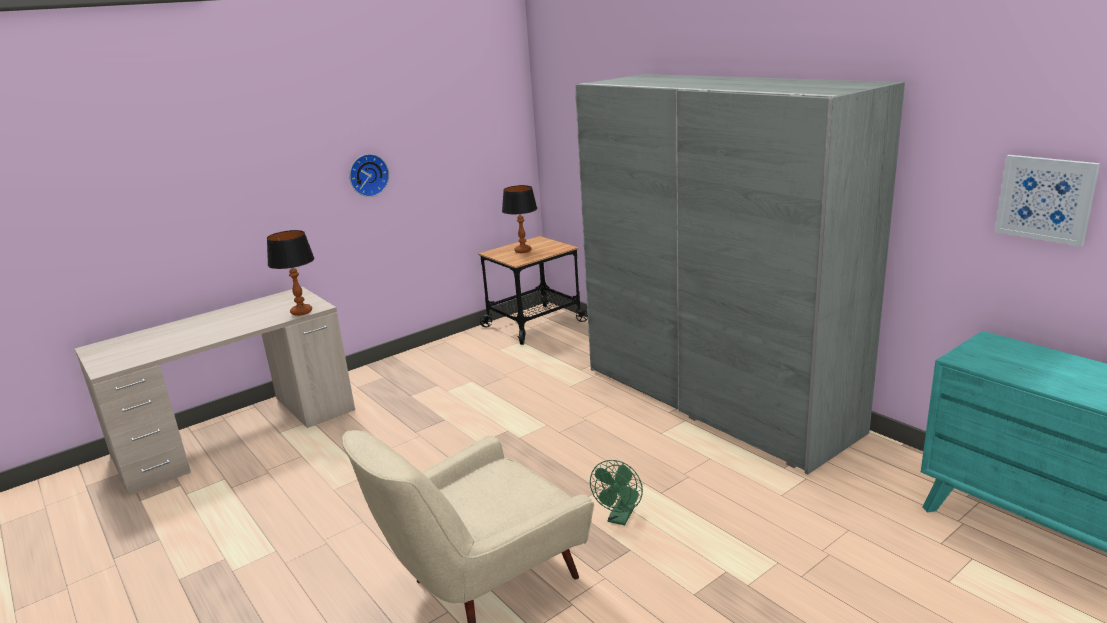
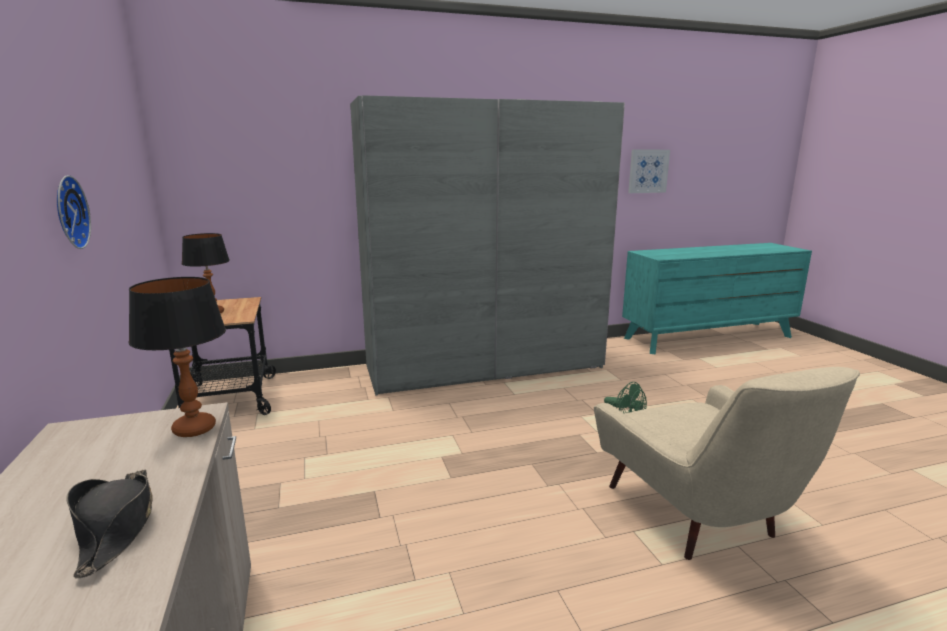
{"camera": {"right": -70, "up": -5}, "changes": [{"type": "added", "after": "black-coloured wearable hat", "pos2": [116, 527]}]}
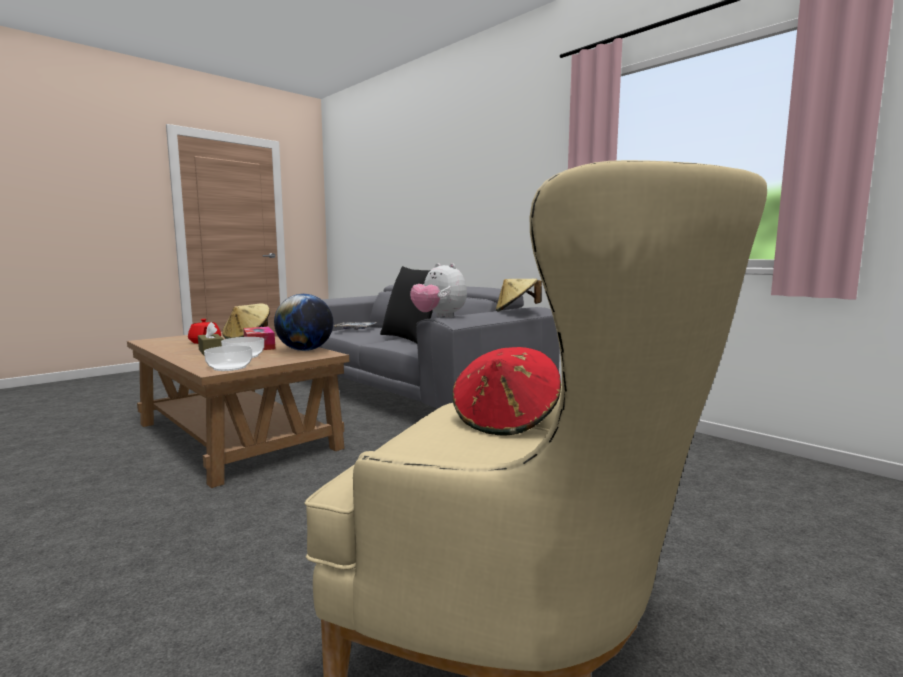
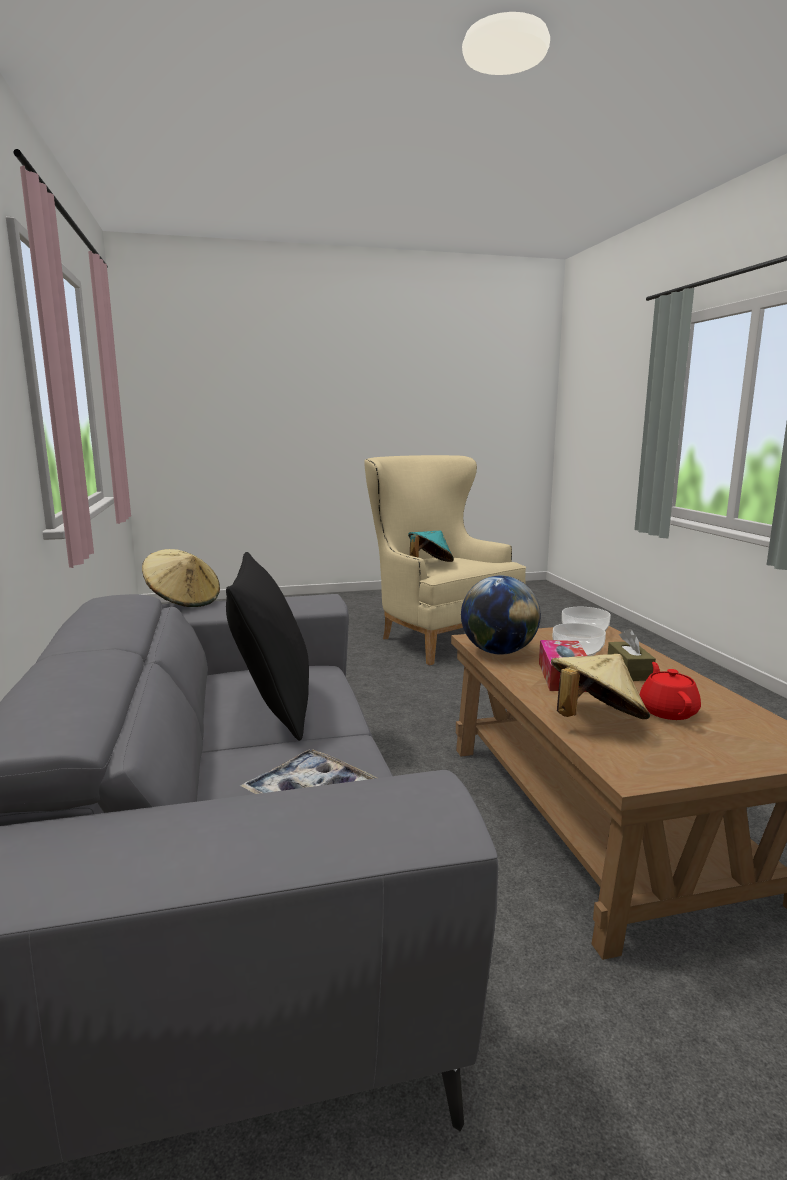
{"camera": {"right": -150, "up": 5}, "changes": [{"type": "removed", "before": "plush toy", "pos1": [439, 317]}, {"type": "recoloured", "before": "reddish wearable hat", "after": "turquoise-coloured wearable hat", "pos1": [505, 421], "pos2": [430, 563]}]}
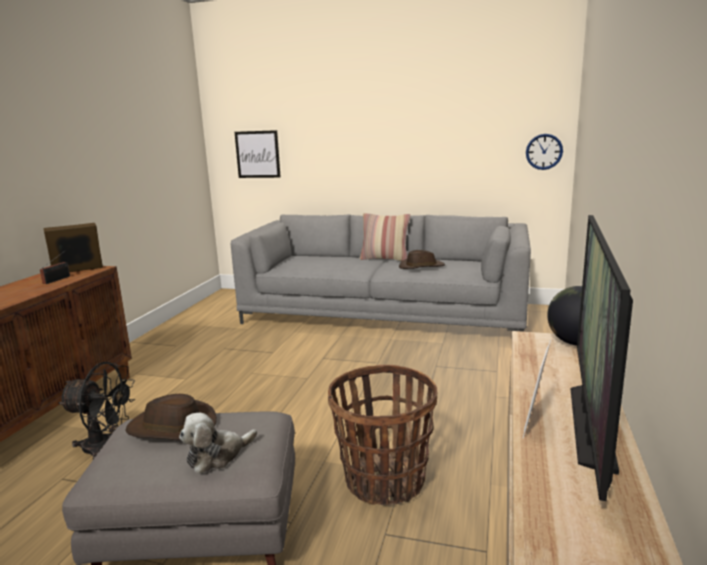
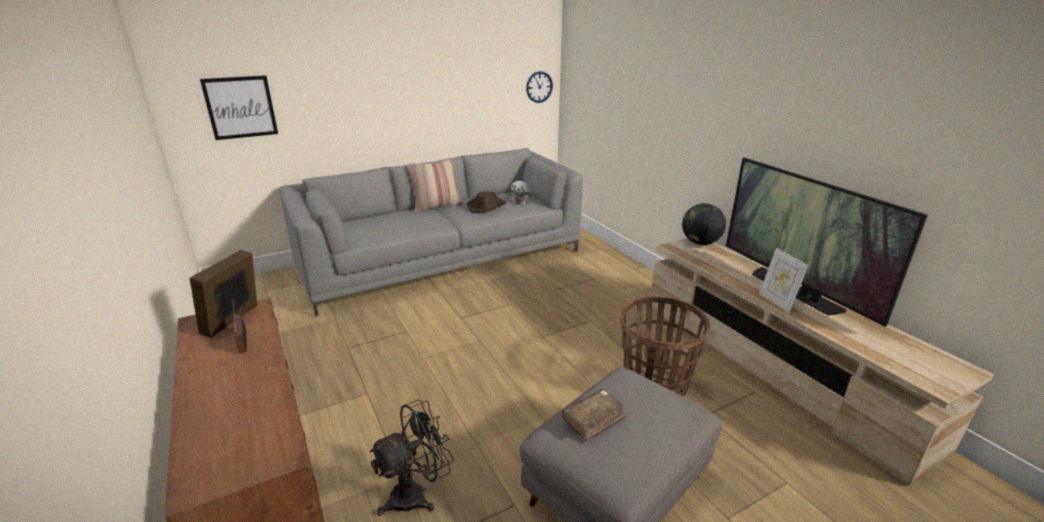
{"camera": {"right": -45, "up": 10}, "changes": [{"type": "moved", "before": "plush toy", "pos1": [217, 456], "pos2": [520, 200]}, {"type": "replaced", "before": "brown-coloured wearable hat", "after": "brown-coloured bound book", "pos1": [172, 427], "pos2": [593, 419]}]}
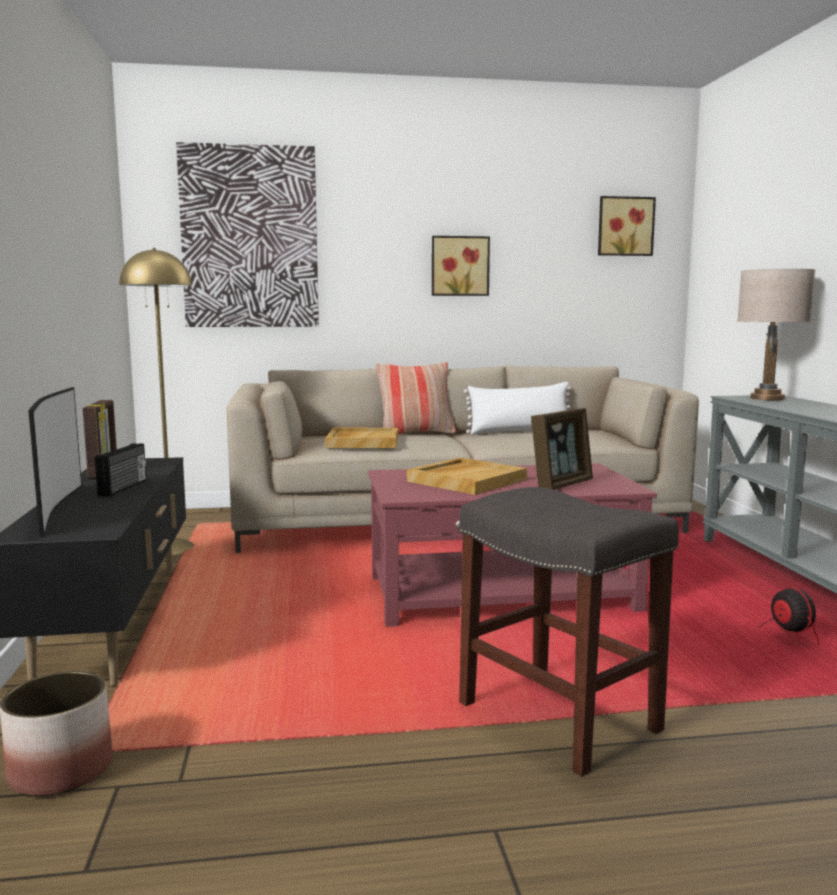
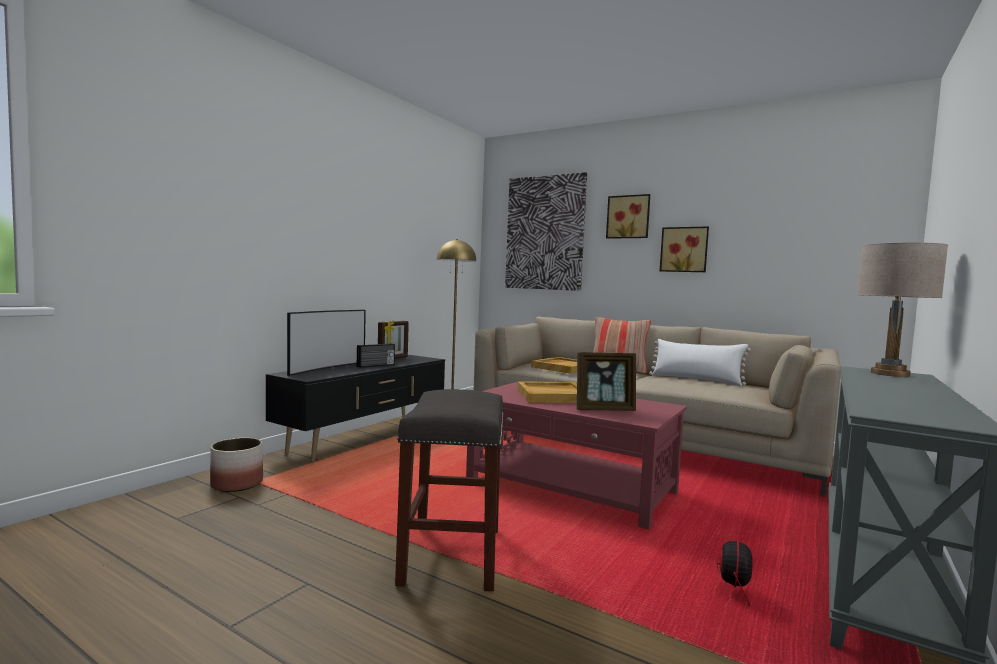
{"camera": {"right": 40, "up": -5}, "changes": [{"type": "moved", "before": "picture", "pos1": [625, 226], "pos2": [628, 217]}]}
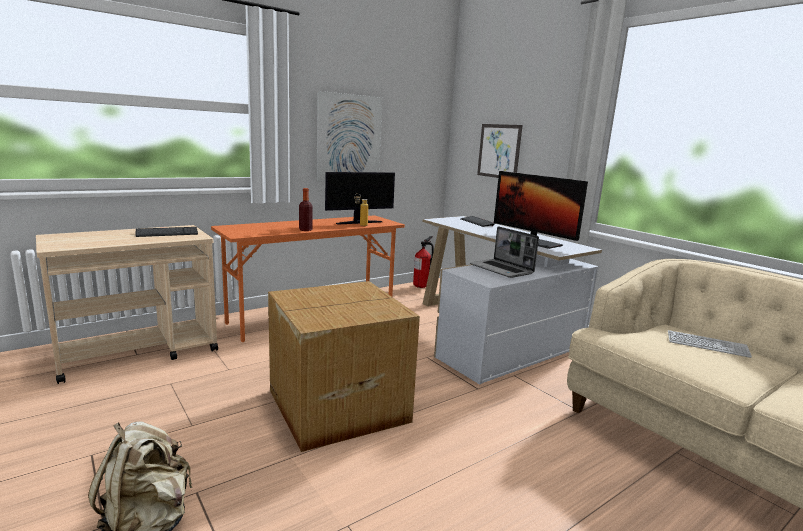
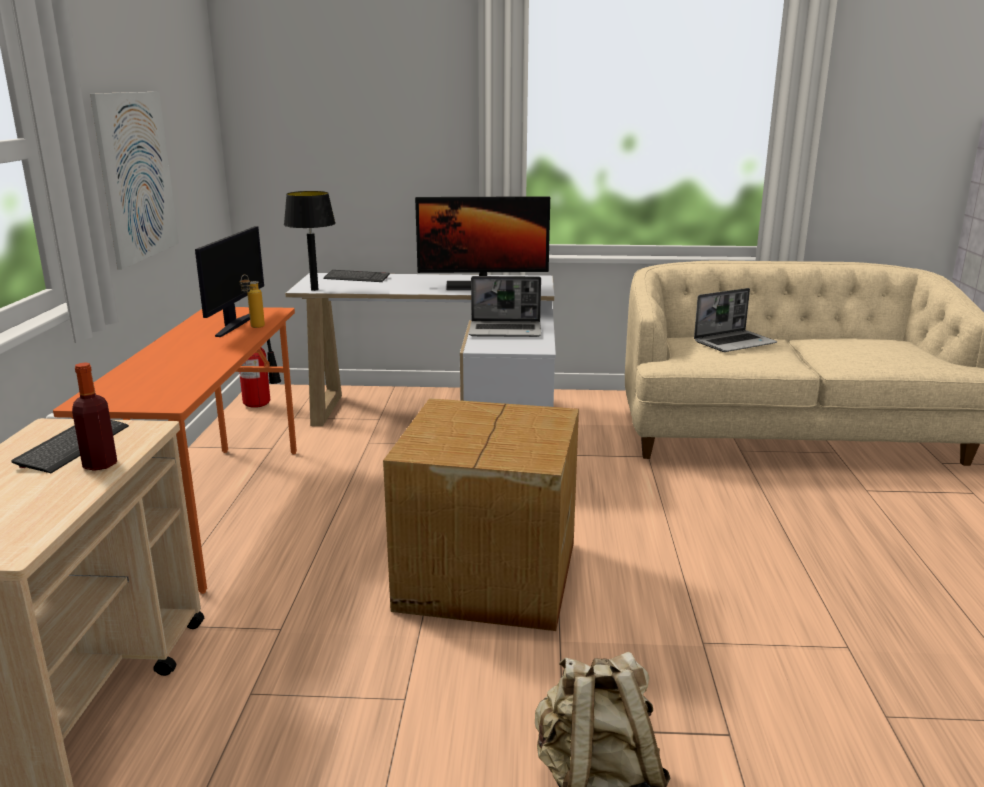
{"camera": {"right": -50, "up": 5}, "changes": [{"type": "removed", "before": "picture", "pos1": [499, 151]}, {"type": "added", "after": "black-coloured lamp for a table", "pos2": [314, 289]}, {"type": "moved", "before": "bottle", "pos1": [305, 230], "pos2": [100, 464]}, {"type": "replaced", "before": "PC keyboard", "after": "laptop", "pos1": [707, 345], "pos2": [735, 343]}]}
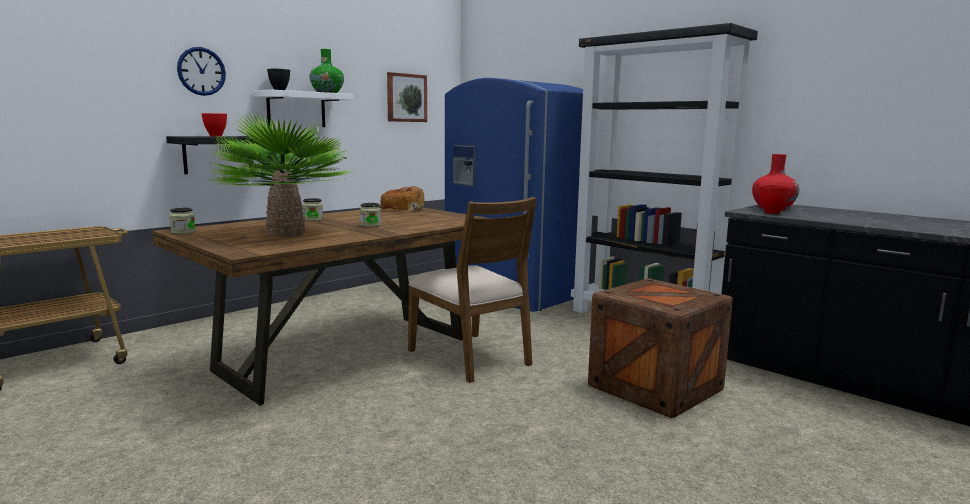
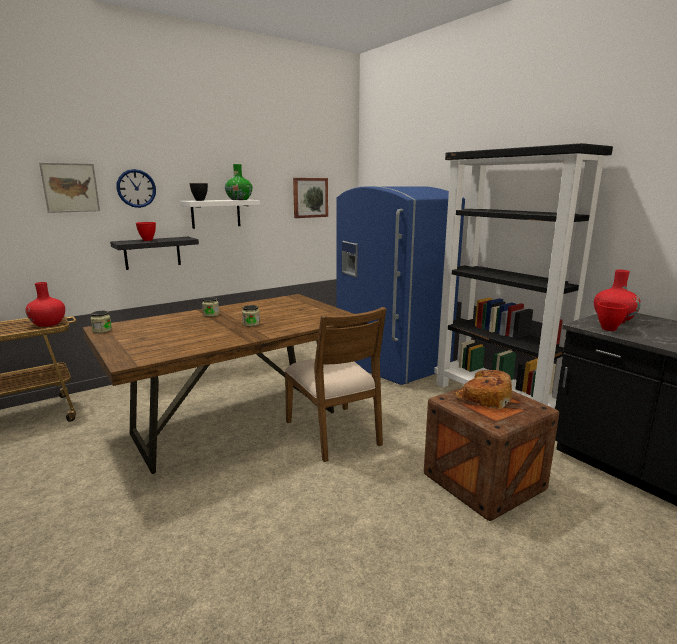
{"camera": {"right": 10, "up": 5}, "changes": [{"type": "removed", "before": "houseplant", "pos1": [285, 234]}, {"type": "added", "after": "reddish vase", "pos2": [48, 324]}, {"type": "added", "after": "picture", "pos2": [70, 187]}, {"type": "moved", "before": "bread", "pos1": [401, 209], "pos2": [483, 397]}]}
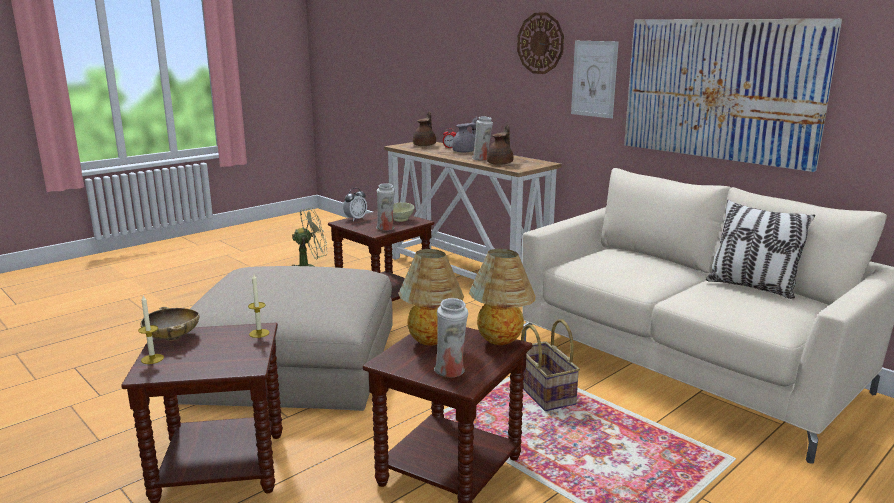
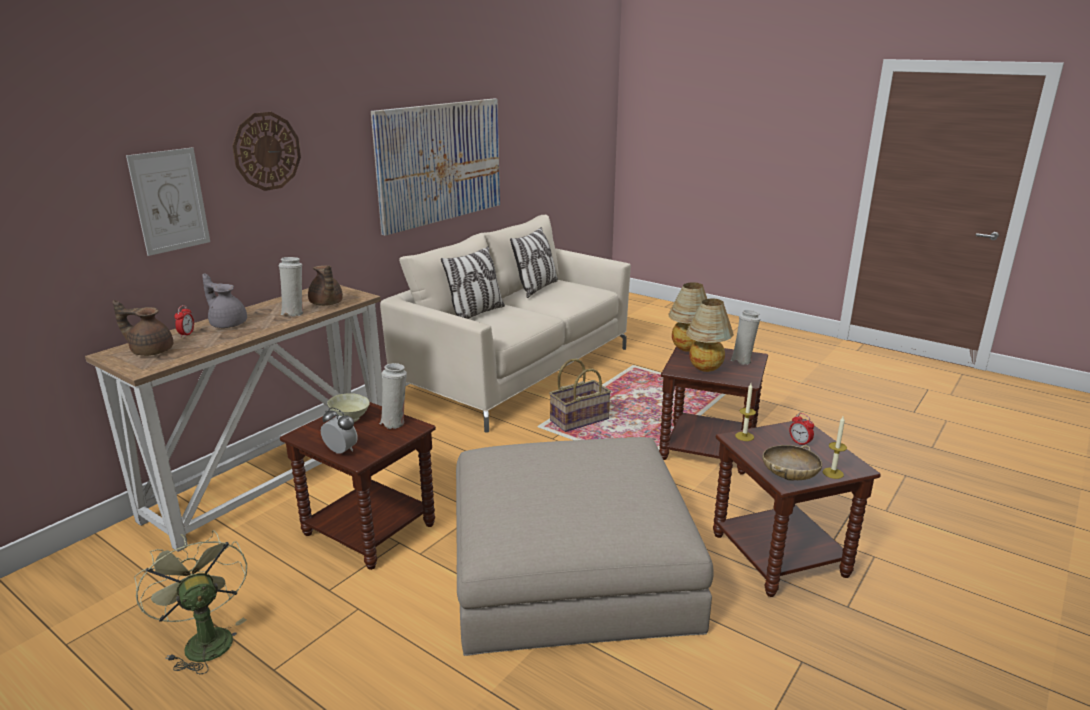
{"camera": {"right": -100, "up": 5}, "changes": [{"type": "added", "after": "pillow", "pos2": [476, 313]}, {"type": "added", "after": "alarm clock", "pos2": [800, 443]}, {"type": "moved", "before": "picture", "pos1": [594, 79], "pos2": [170, 201]}, {"type": "turned", "before": "brown-coloured tea pot", "pos1": [500, 163], "pos2": [326, 304], "turn": -135}]}
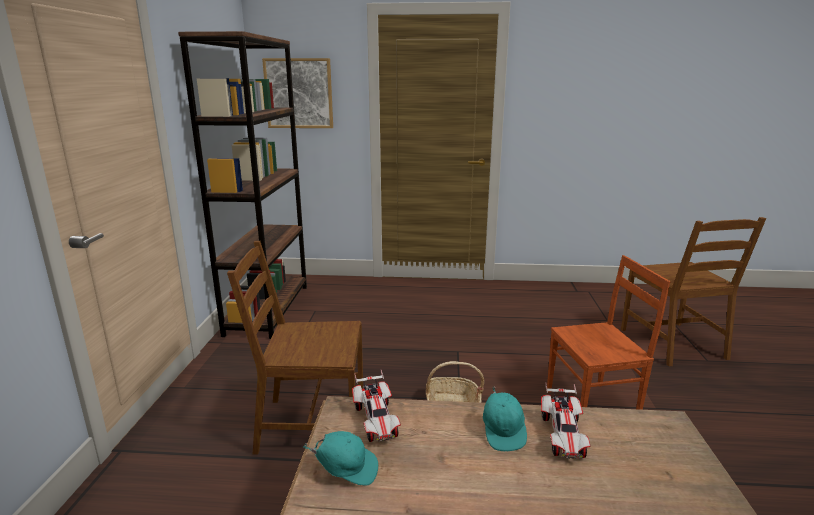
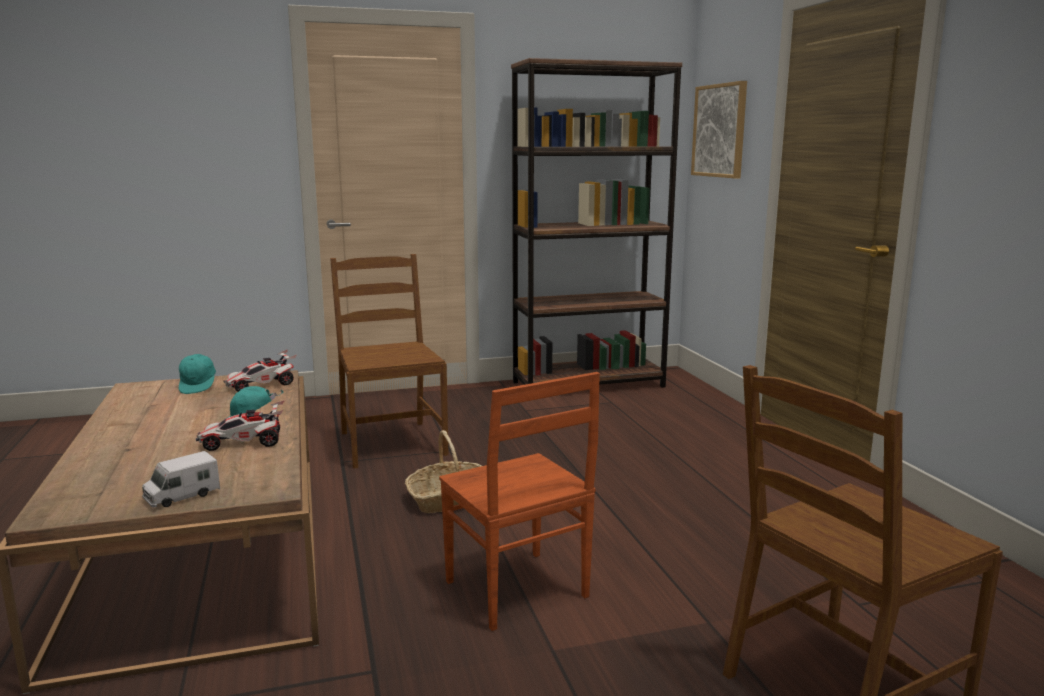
{"camera": {"right": 70, "up": -5}, "changes": [{"type": "added", "after": "model truck", "pos2": [182, 496]}]}
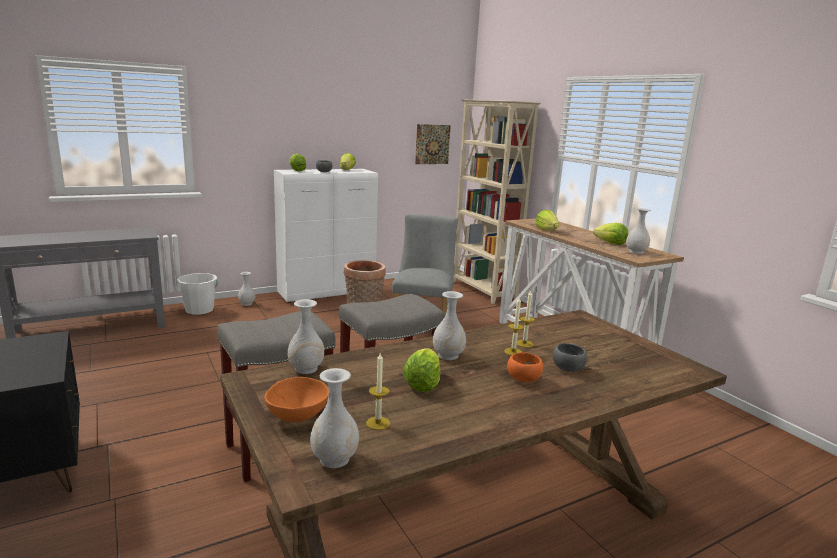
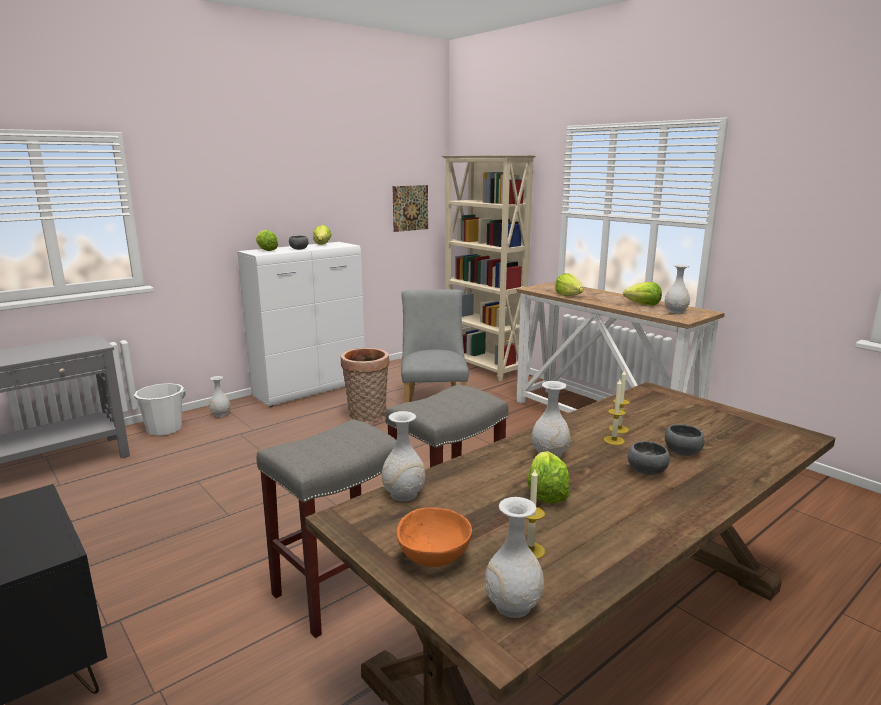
{"camera": {"right": -10, "up": 0}, "changes": [{"type": "recoloured", "before": "orange-coloured serving bowl", "after": "greyish serving bowl", "pos1": [524, 379], "pos2": [648, 472]}]}
